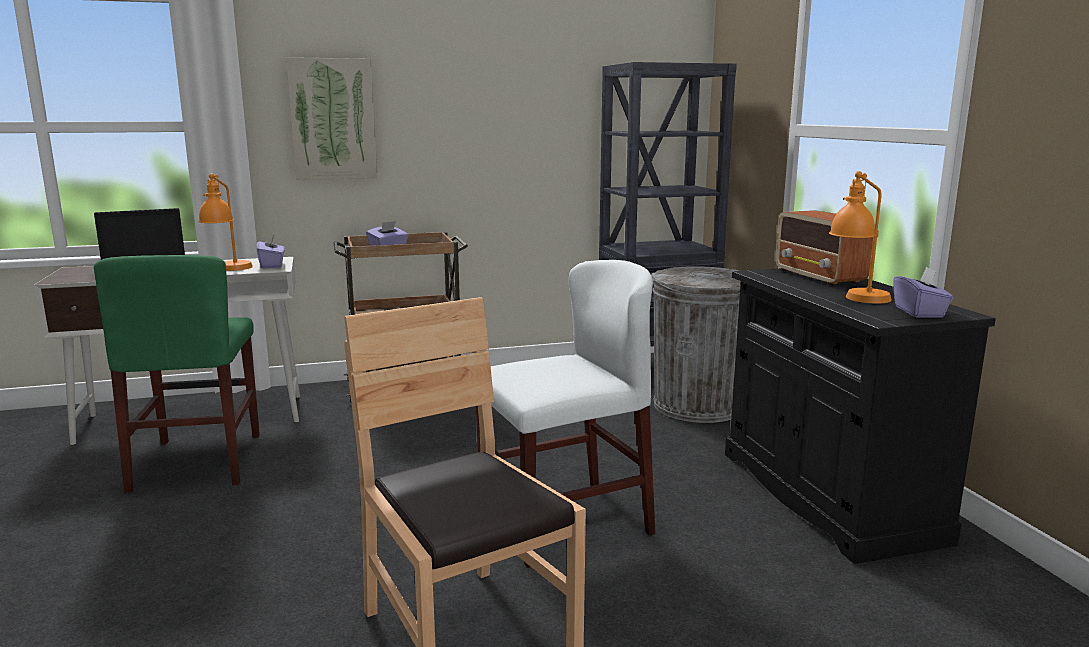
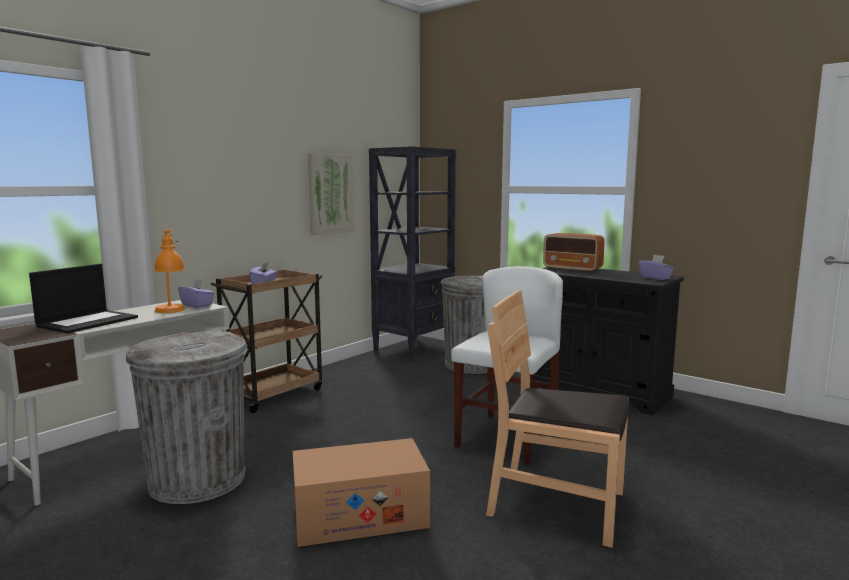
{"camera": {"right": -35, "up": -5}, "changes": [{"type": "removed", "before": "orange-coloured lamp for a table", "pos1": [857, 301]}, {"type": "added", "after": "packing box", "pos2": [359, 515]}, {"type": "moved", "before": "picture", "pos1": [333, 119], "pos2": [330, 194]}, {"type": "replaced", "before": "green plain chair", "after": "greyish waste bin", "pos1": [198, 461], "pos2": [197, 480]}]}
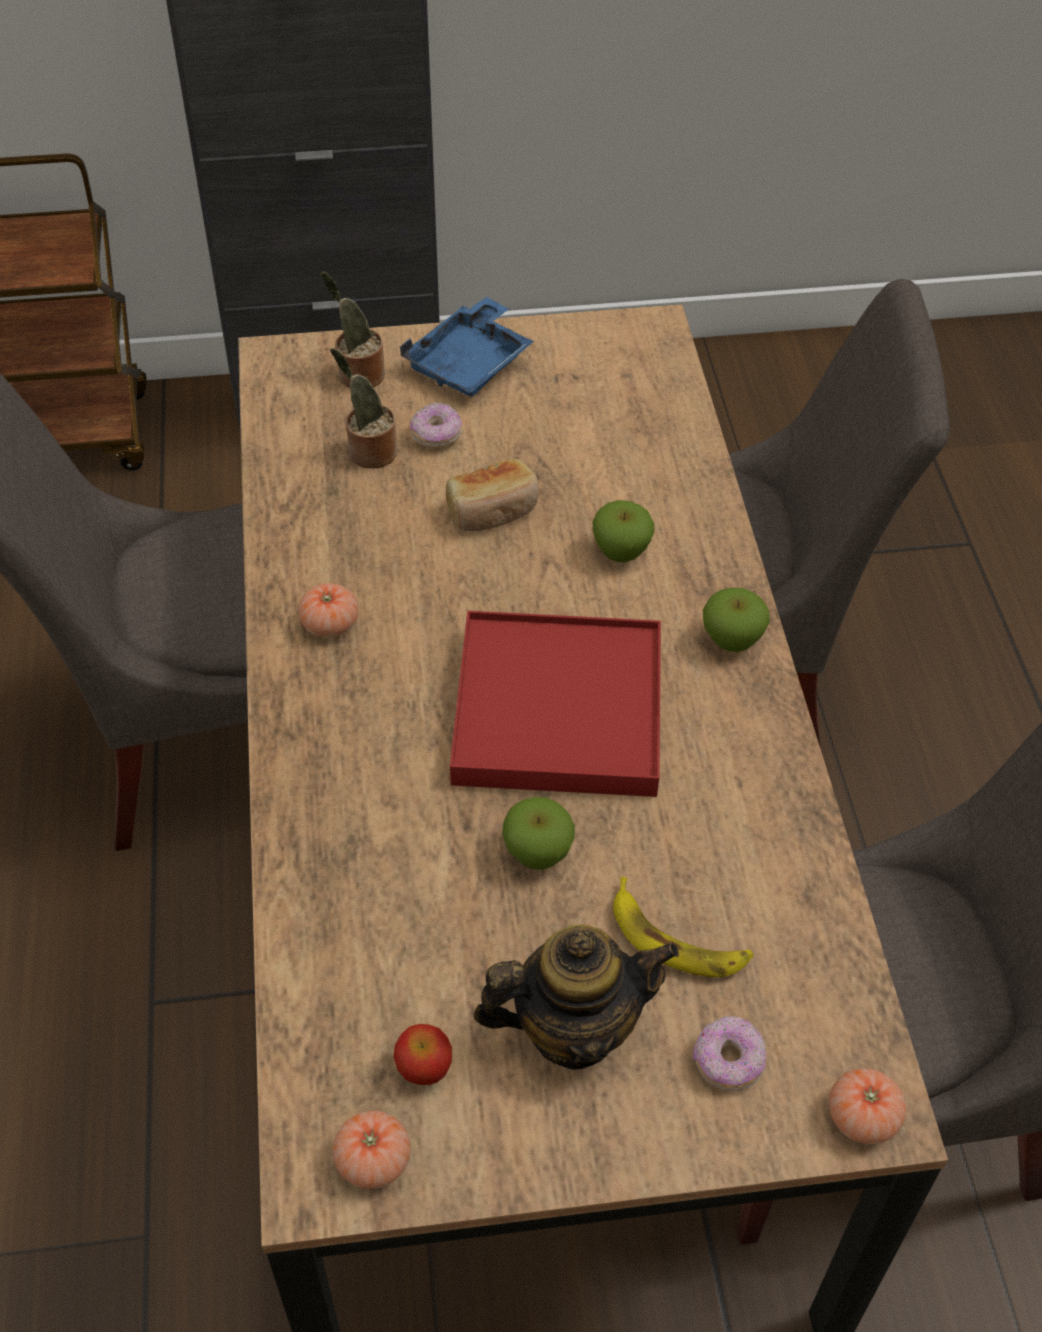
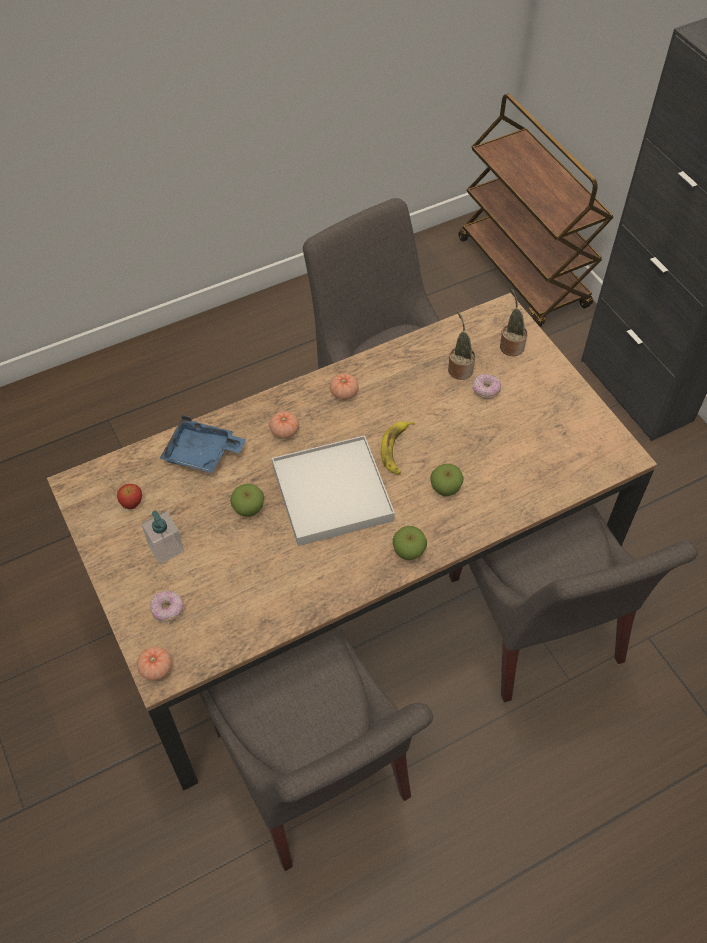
{"camera": {"right": 70, "up": 5}, "changes": [{"type": "removed", "before": "bread", "pos1": [493, 511]}, {"type": "moved", "before": "tomato", "pos1": [373, 1160], "pos2": [284, 431]}, {"type": "moved", "before": "blue tray", "pos1": [470, 364], "pos2": [202, 453]}, {"type": "moved", "before": "whole banana", "pos1": [677, 939], "pos2": [397, 449]}, {"type": "replaced", "before": "tea pot", "after": "soap bottle", "pos1": [573, 1028], "pos2": [166, 548]}, {"type": "recoloured", "before": "reddish tray", "after": "white tray", "pos1": [559, 711], "pos2": [332, 493]}]}
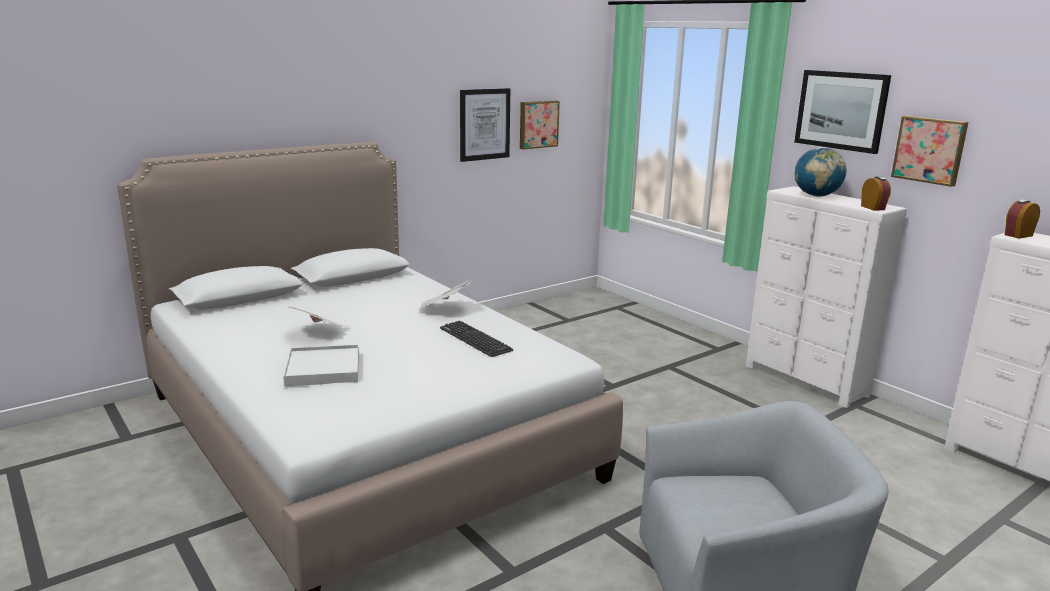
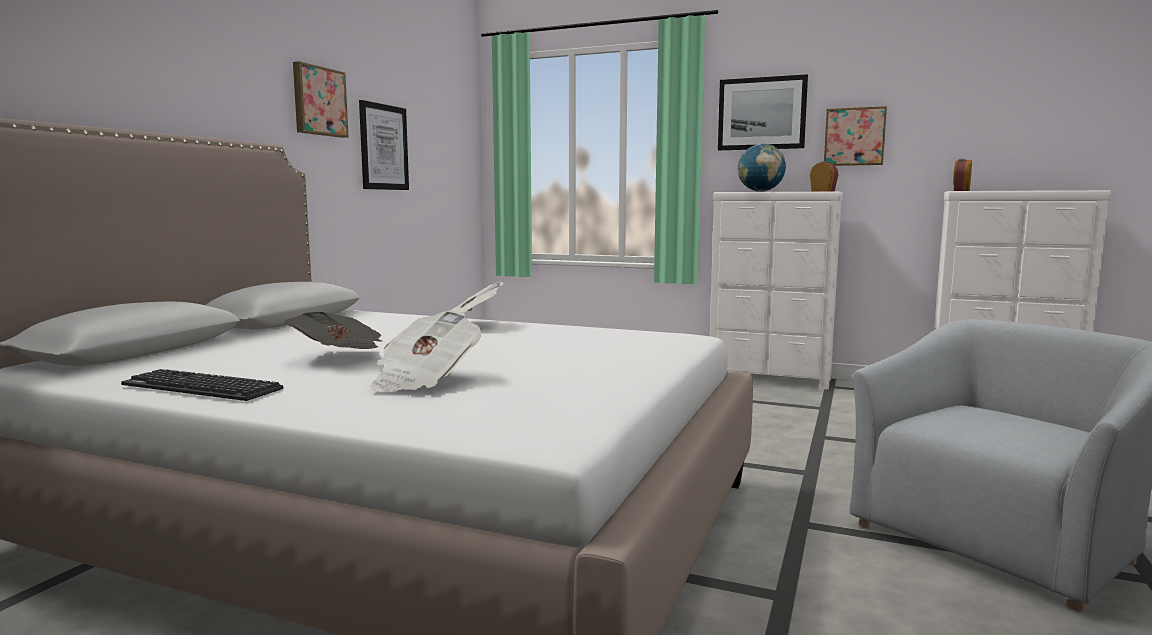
{"camera": {"right": -30, "up": -10}, "changes": [{"type": "moved", "before": "PC keyboard", "pos1": [475, 339], "pos2": [201, 387]}, {"type": "moved", "before": "picture", "pos1": [538, 124], "pos2": [318, 101]}, {"type": "replaced", "before": "white tray", "after": "daily paper", "pos1": [323, 369], "pos2": [424, 380]}]}
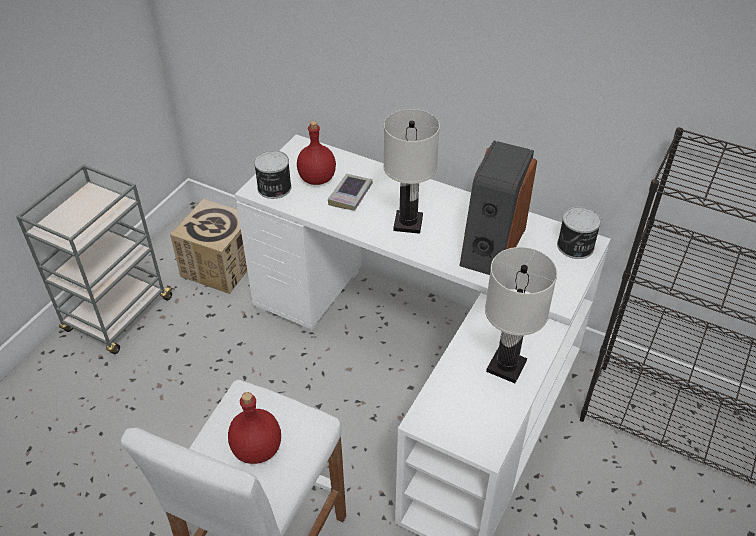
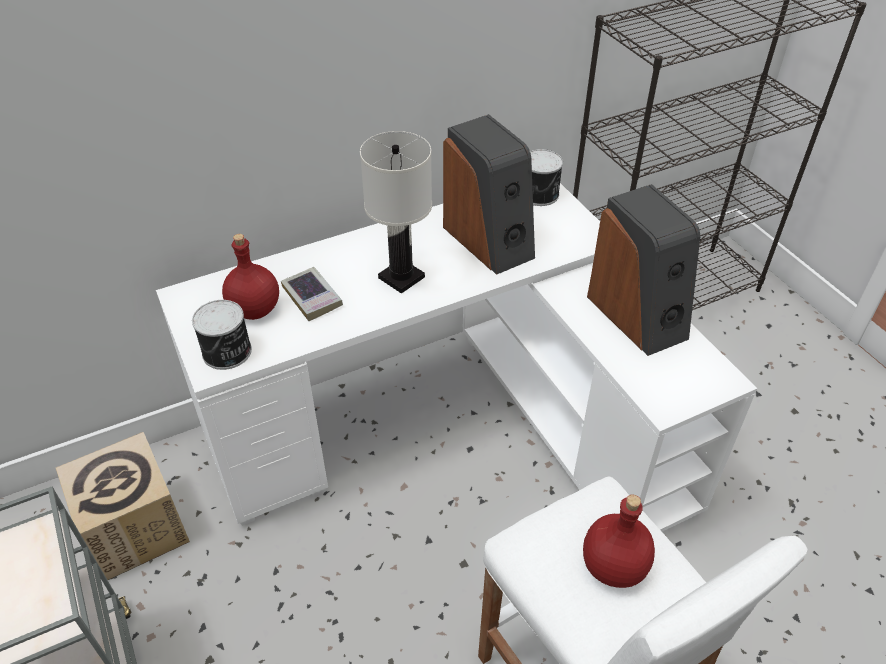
{"camera": {"right": -55, "up": 0}, "changes": [{"type": "replaced", "before": "white lamp for a table", "after": "speaker", "pos1": [507, 366], "pos2": [638, 315]}]}
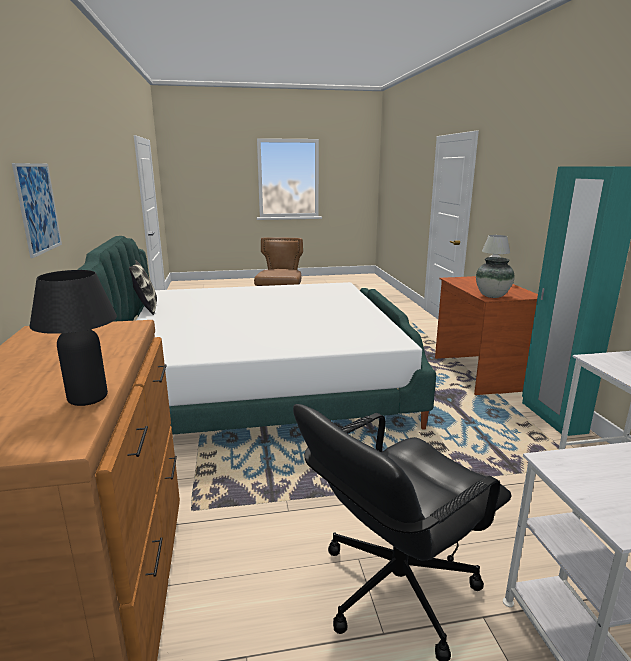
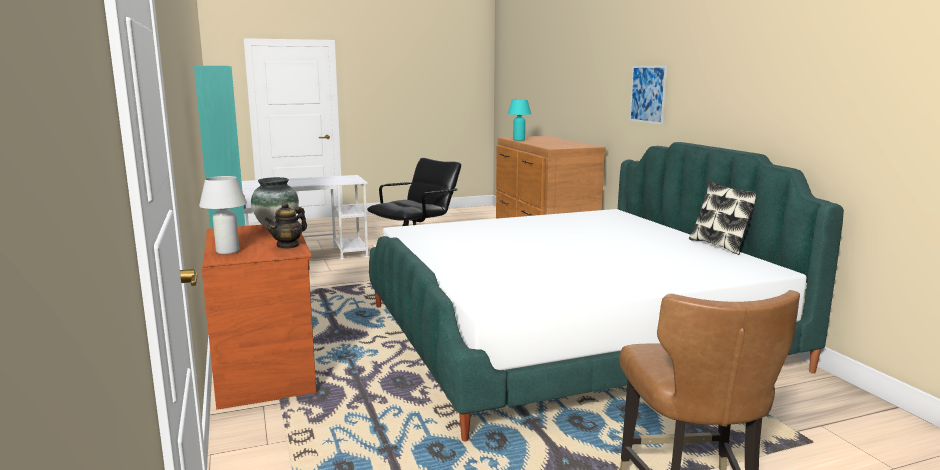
{"camera": {"right": 170, "up": -5}, "changes": [{"type": "added", "after": "tea pot", "pos2": [288, 245]}, {"type": "recoloured", "before": "black-coloured lamp for a table", "after": "turquoise-coloured lamp for a table", "pos1": [88, 398], "pos2": [519, 140]}]}
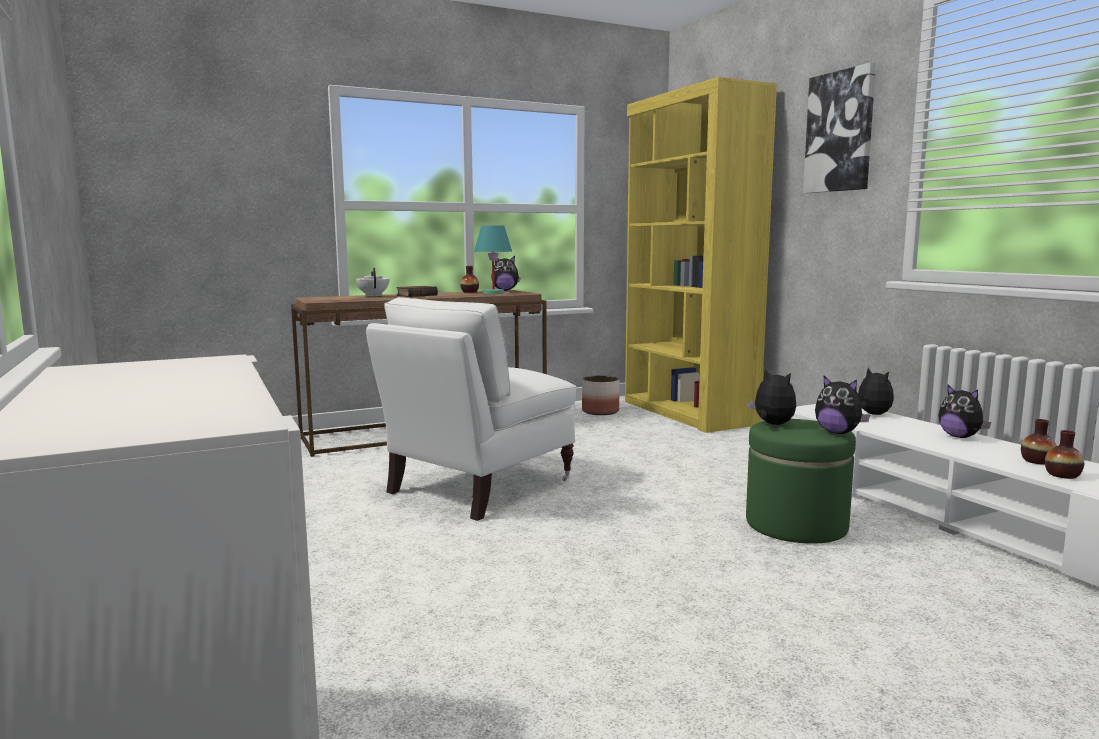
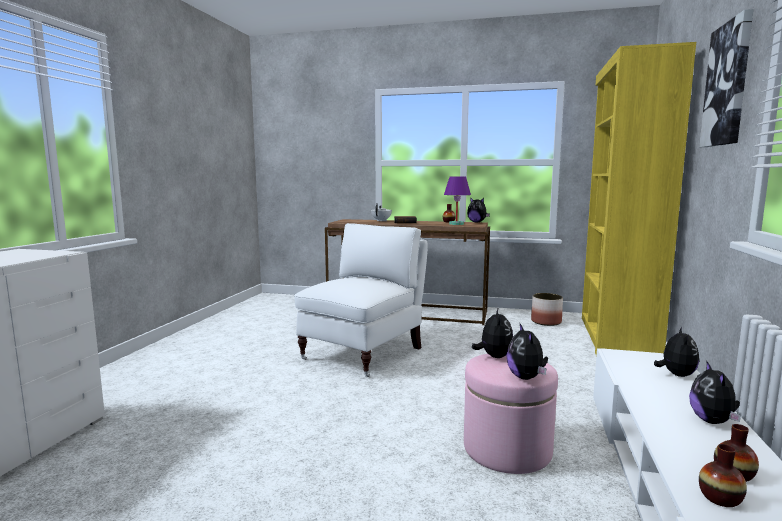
{"camera": {"right": 40, "up": 0}, "changes": [{"type": "recoloured", "before": "turquoise-coloured lamp for a table", "after": "purple lamp for a table", "pos1": [494, 293], "pos2": [457, 224]}, {"type": "recoloured", "before": "green ottoman", "after": "pink-coloured ottoman", "pos1": [796, 525], "pos2": [507, 449]}, {"type": "turned", "before": "white lounge chair", "pos1": [477, 487], "pos2": [364, 353], "turn": 135}]}
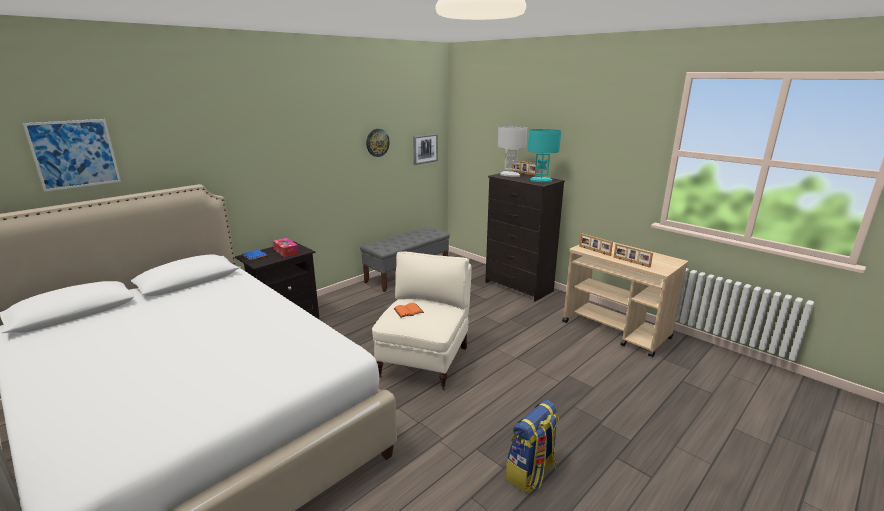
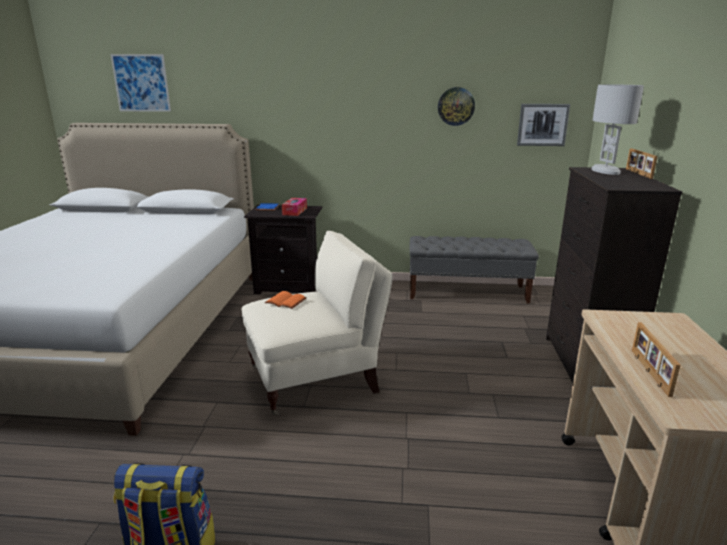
{"camera": {"right": 50, "up": 0}, "changes": [{"type": "removed", "before": "turquoise-coloured lamp for a table", "pos1": [541, 180]}, {"type": "removed", "before": "picture frame", "pos1": [594, 251]}]}
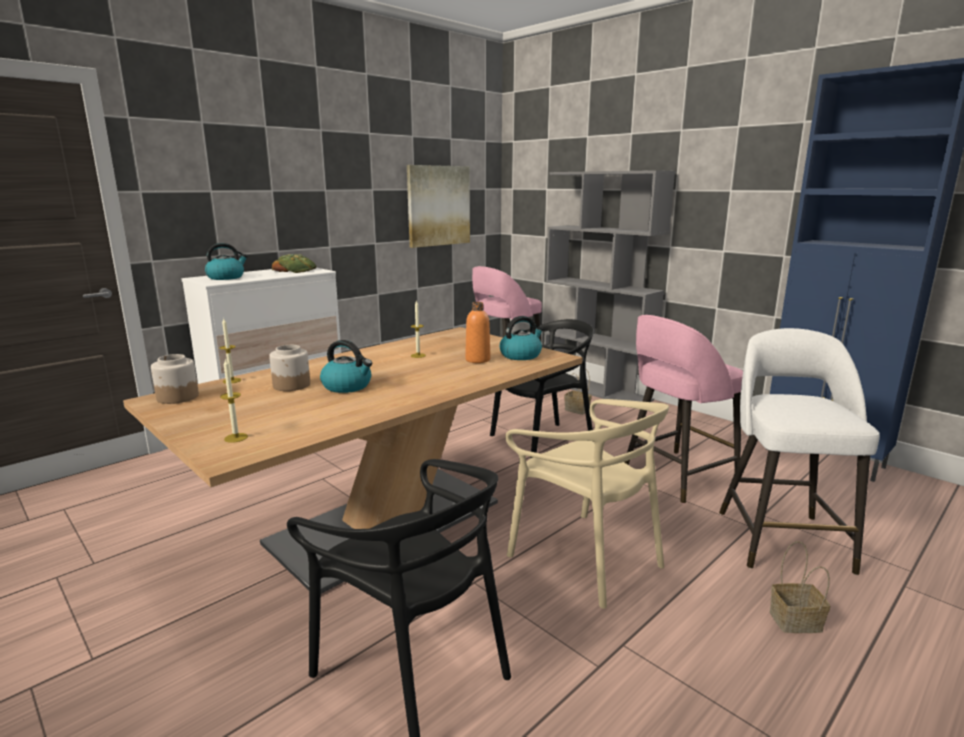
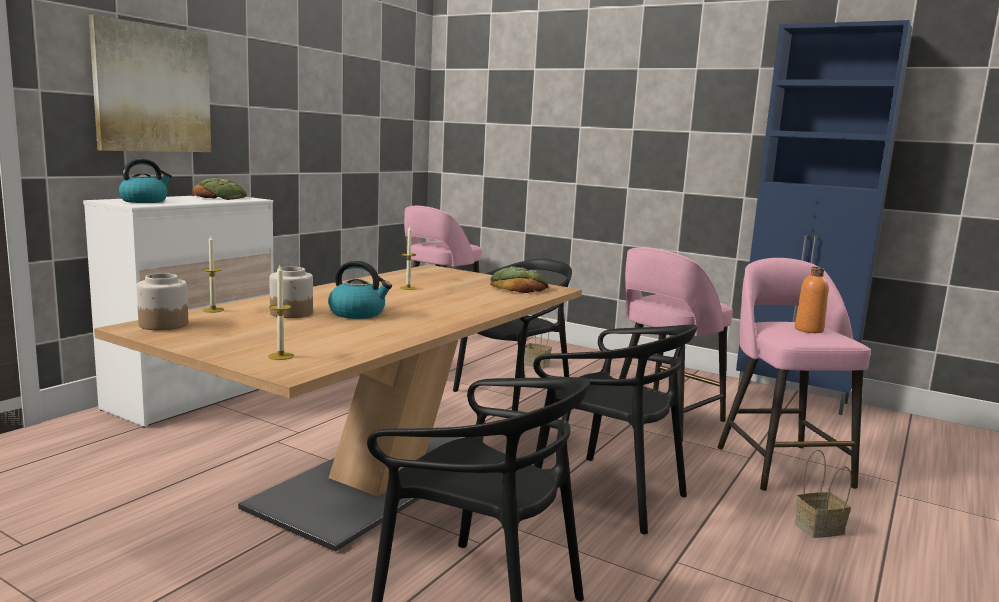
{"camera": {"right": -15, "up": -5}, "changes": [{"type": "removed", "before": "greyish bookcase", "pos1": [596, 390]}, {"type": "moved", "before": "picture", "pos1": [438, 206], "pos2": [152, 89]}, {"type": "moved", "before": "orange-coloured bottle", "pos1": [477, 360], "pos2": [808, 330]}, {"type": "replaced", "before": "kettle", "after": "bread", "pos1": [521, 355], "pos2": [518, 288]}, {"type": "recoloured", "before": "beige-coloured plain chair", "after": "black-coloured plain chair", "pos1": [585, 558], "pos2": [608, 494]}, {"type": "recoloured", "before": "white stool", "after": "pink-coloured stool", "pos1": [781, 538], "pos2": [781, 465]}]}
